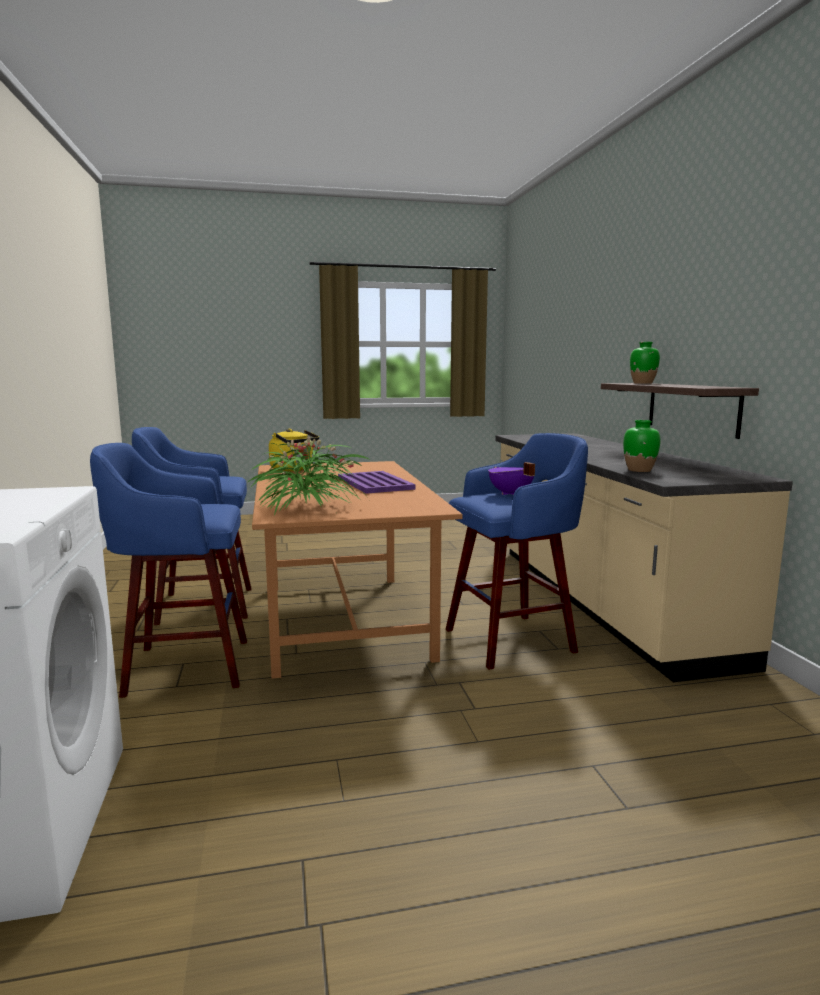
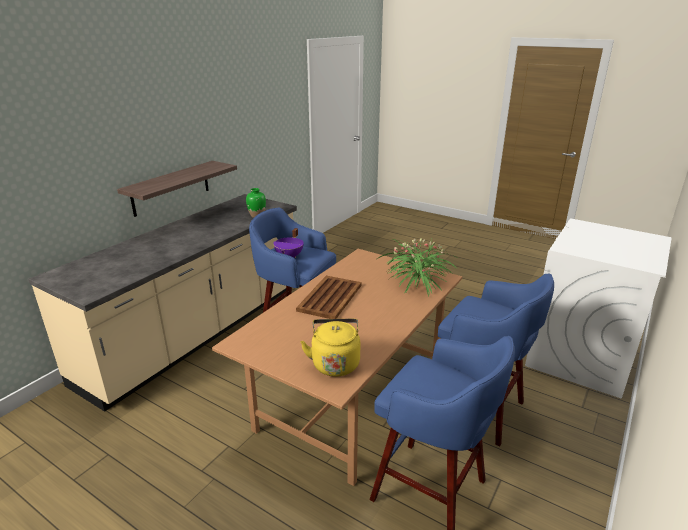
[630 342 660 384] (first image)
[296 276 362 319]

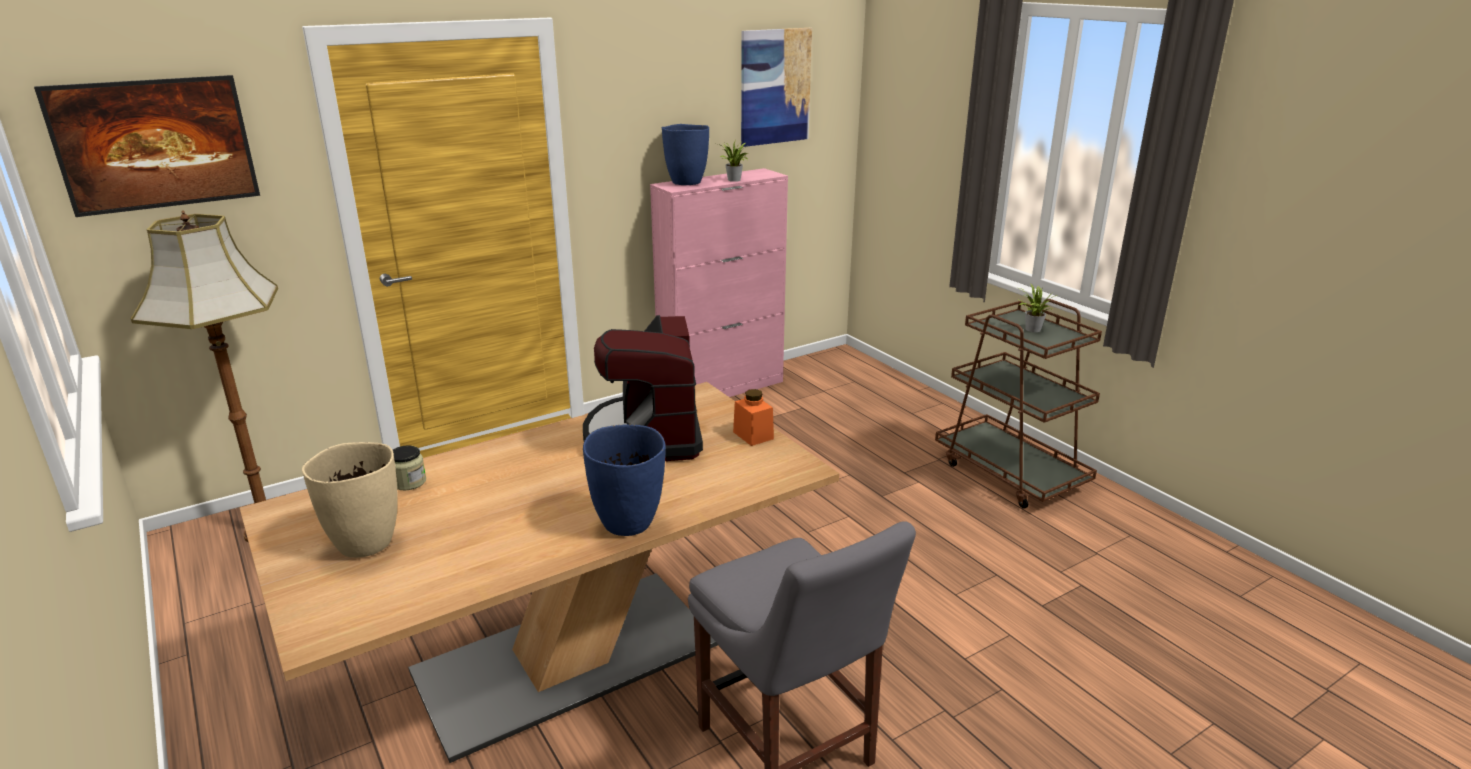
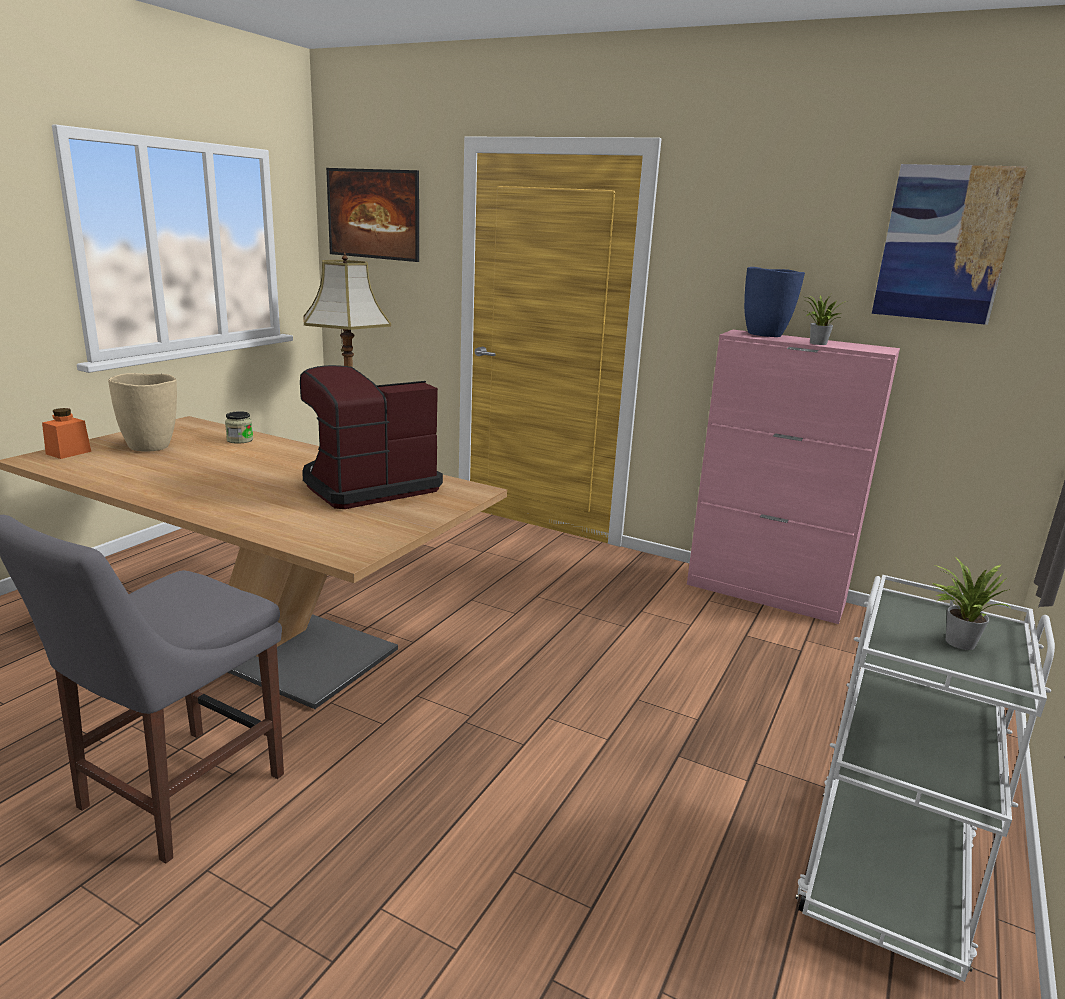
[795 575 1055 982]
[42 408 91 459]
[583 424 666 536] (first image)

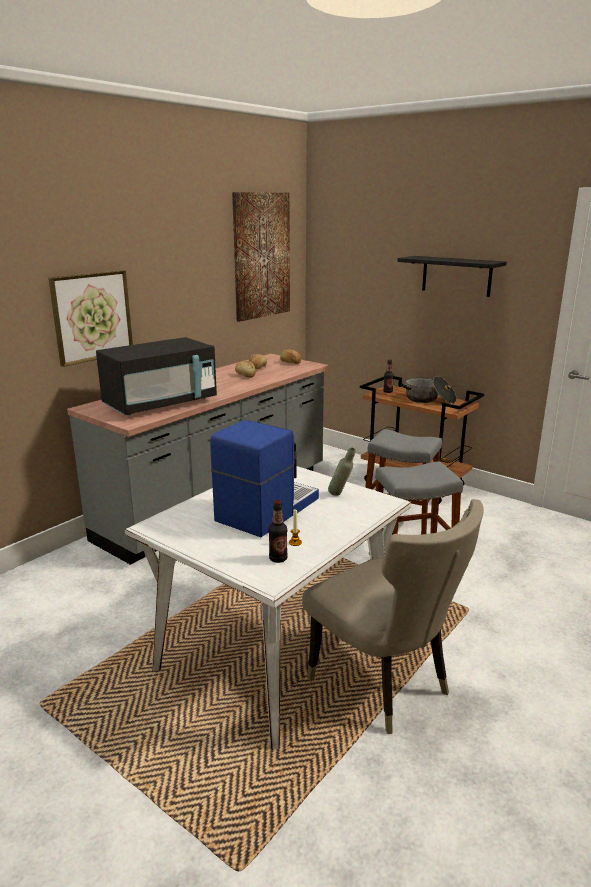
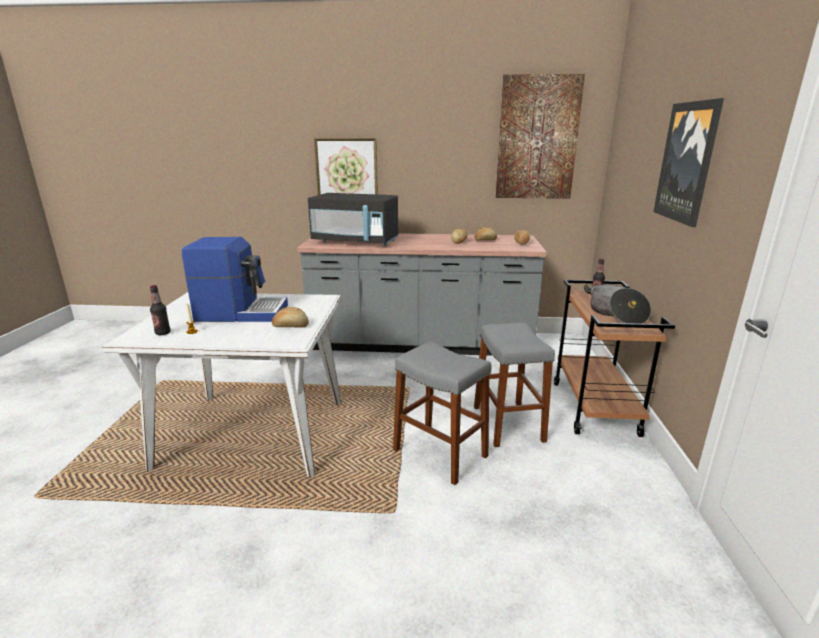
[653 98 724 227]
[272 307 309 328]
[302 499 484 734] (first image)

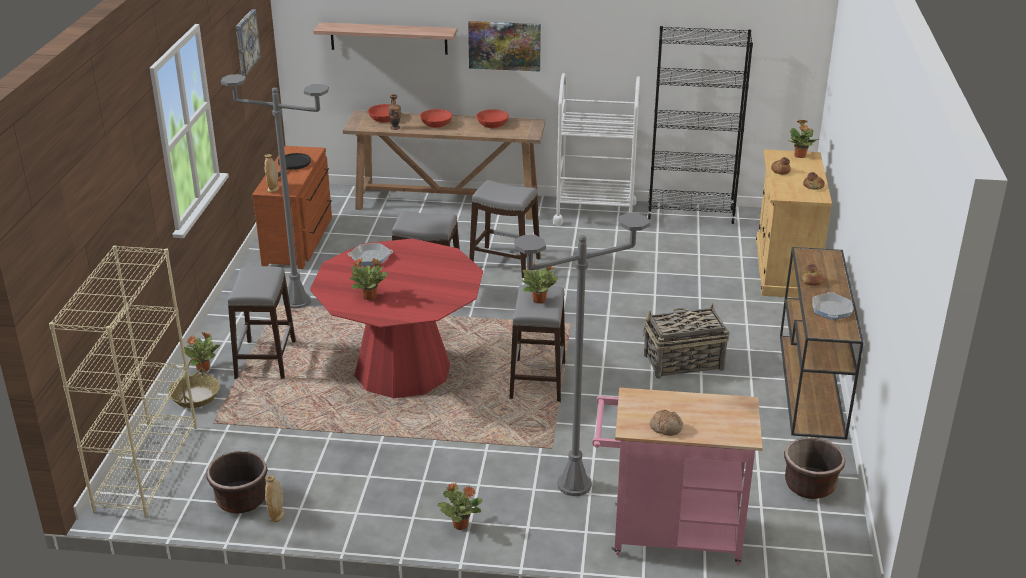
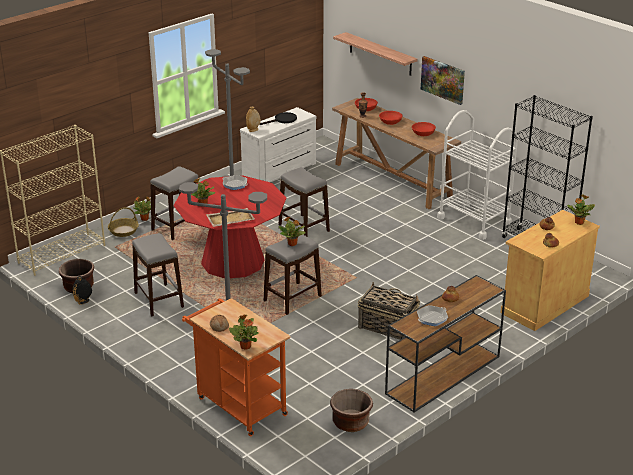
[236 9 261 76] (first image)
[240 107 317 182]
[132 233 184 317]
[182 298 291 437]
[73 276 92 305]
[229 314 259 350]
[206 208 255 227]

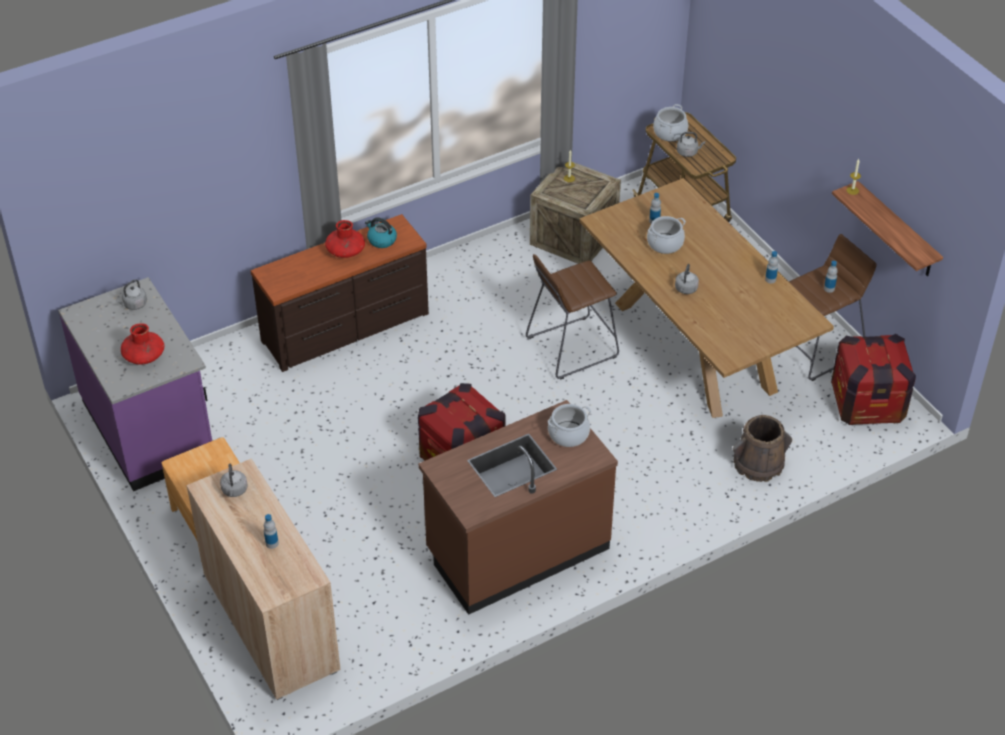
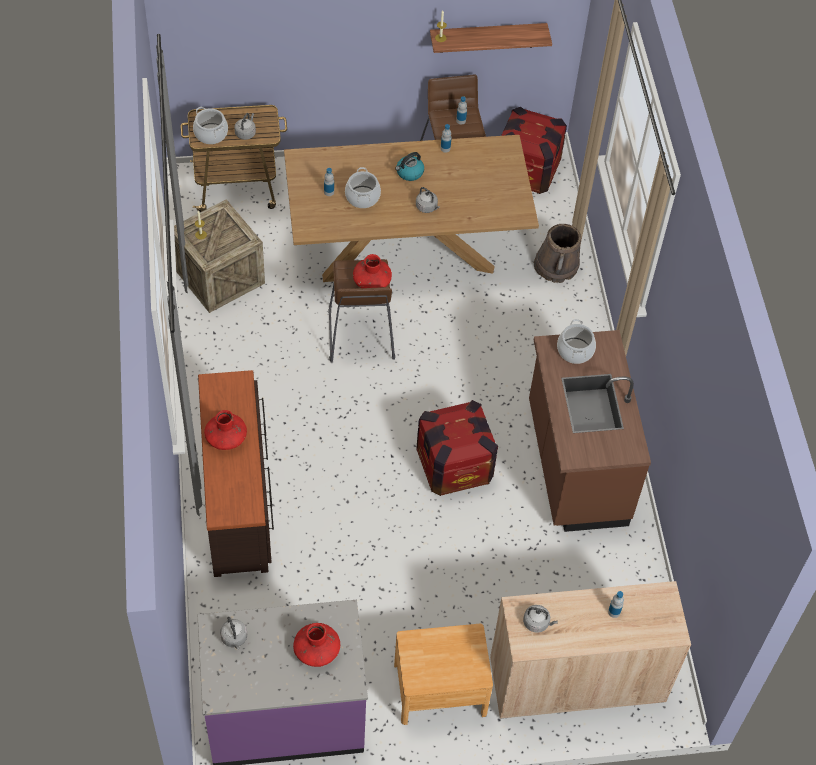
[395 152 424 181]
[353 254 392 288]

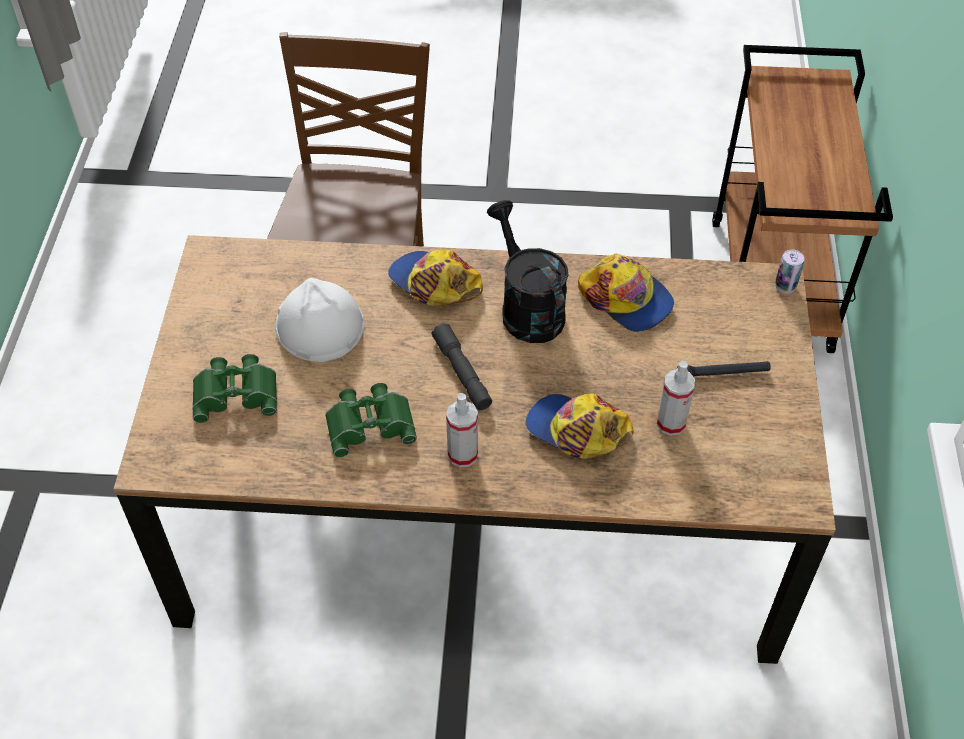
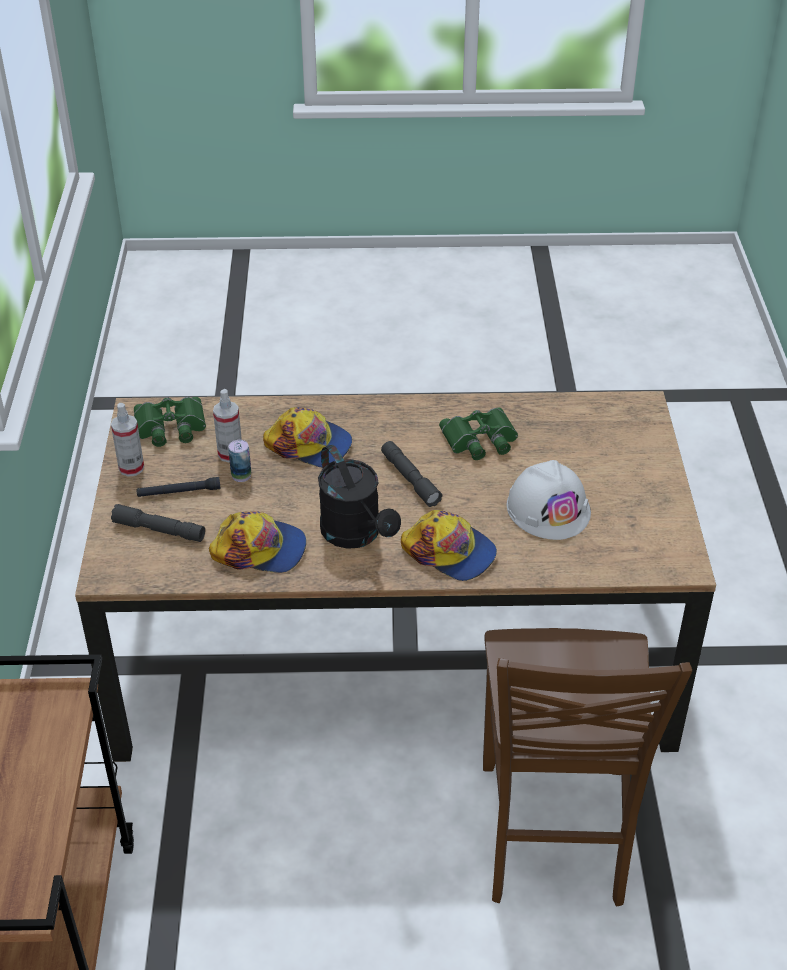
[228 440 251 482]
[209 511 306 573]
[134 397 206 447]
[111 403 144 477]
[111 504 205 542]

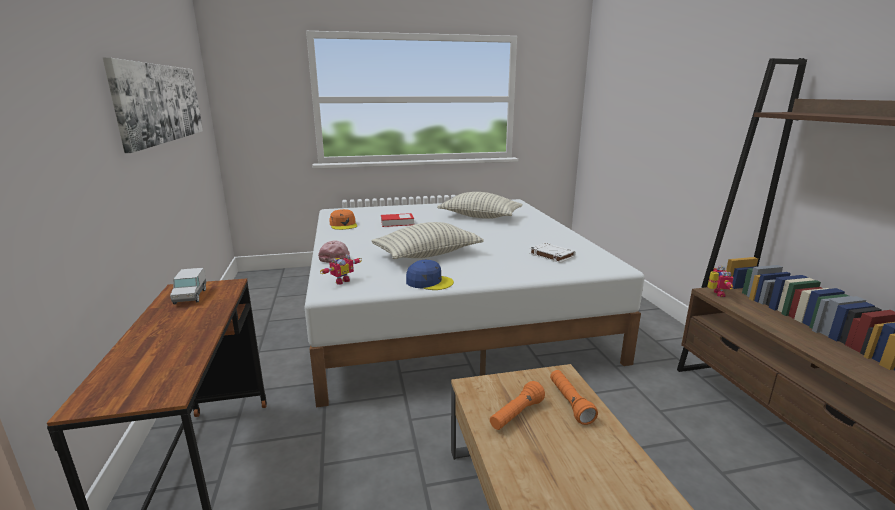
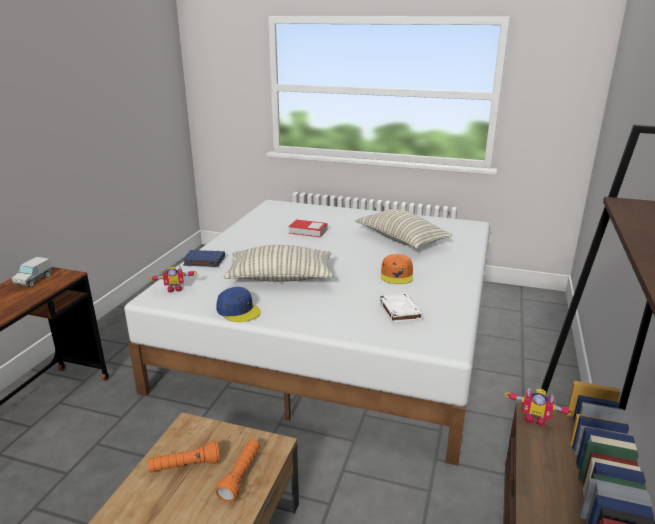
[103 58 203 153] (first image)
[381 254 413 284]
[182 250 225 267]
[504 388 575 427]

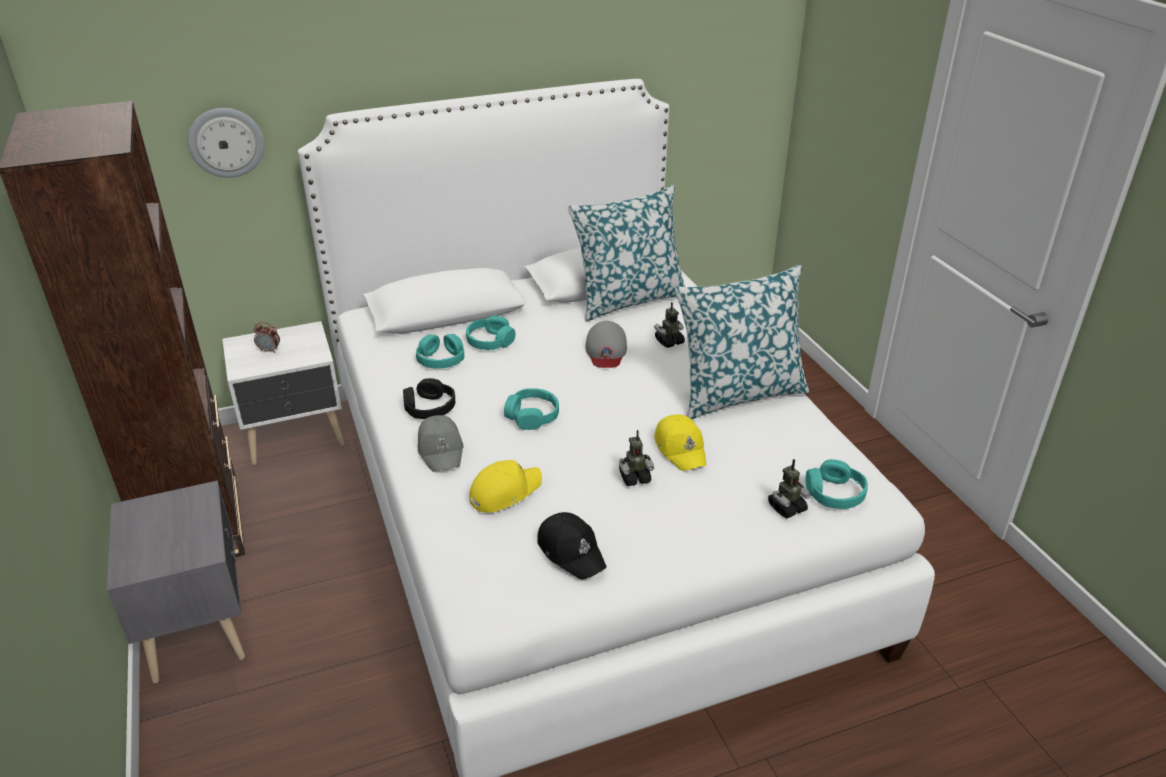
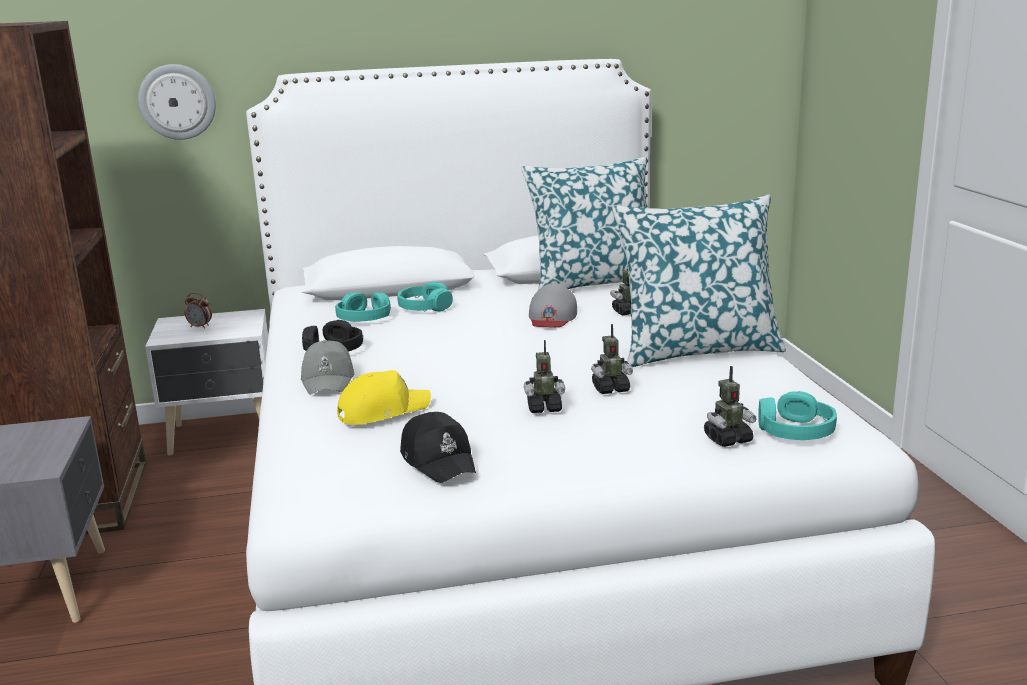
[504 388 559 430] (first image)
[591 324 633 394]

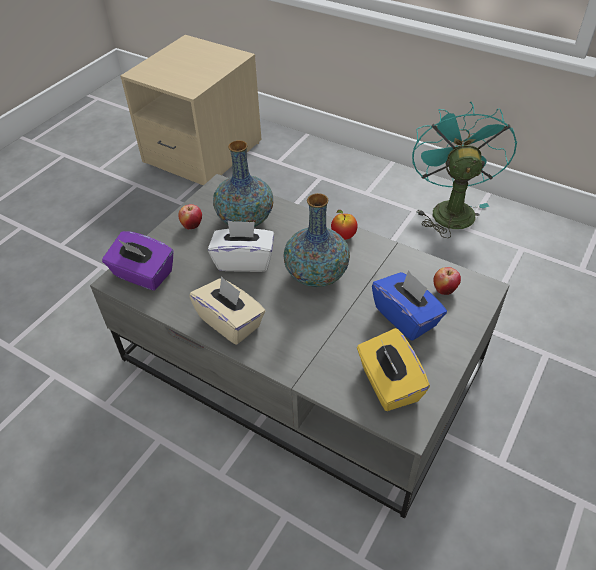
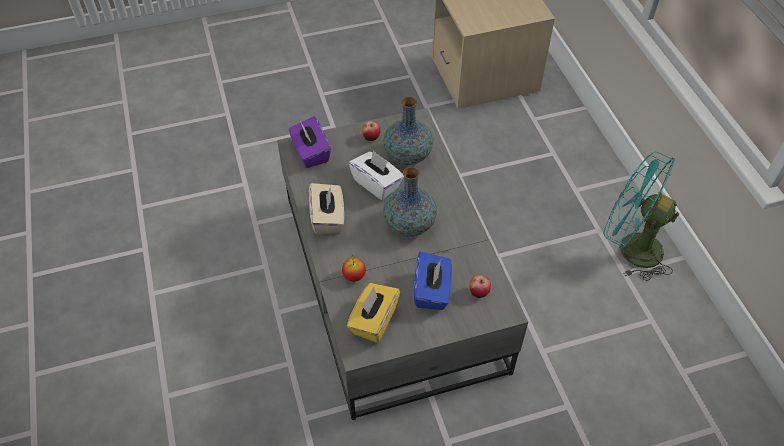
[603 152 679 281]
[342 255 366 282]

